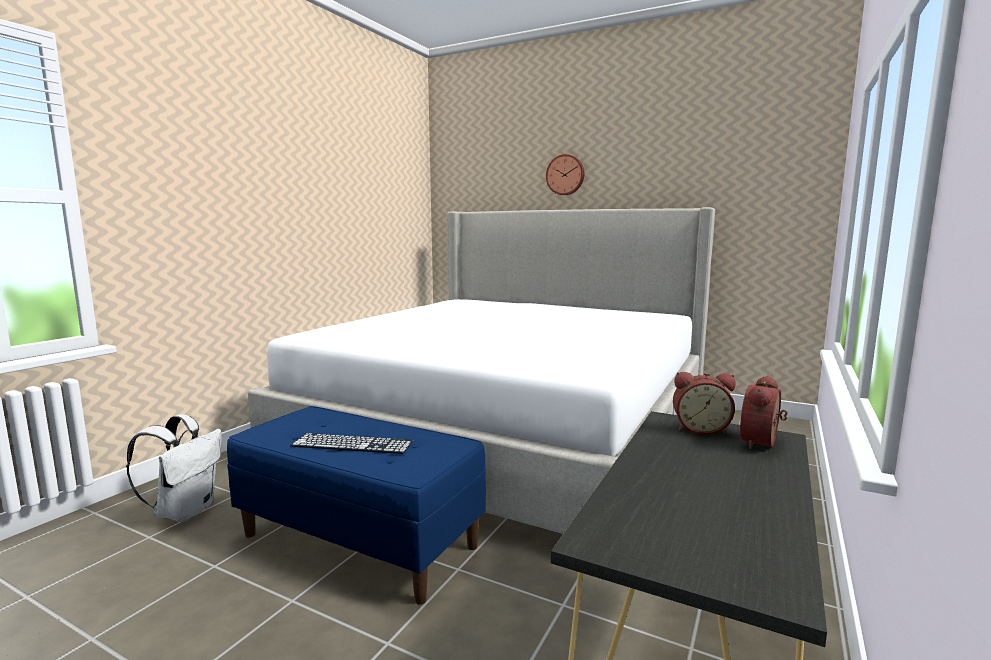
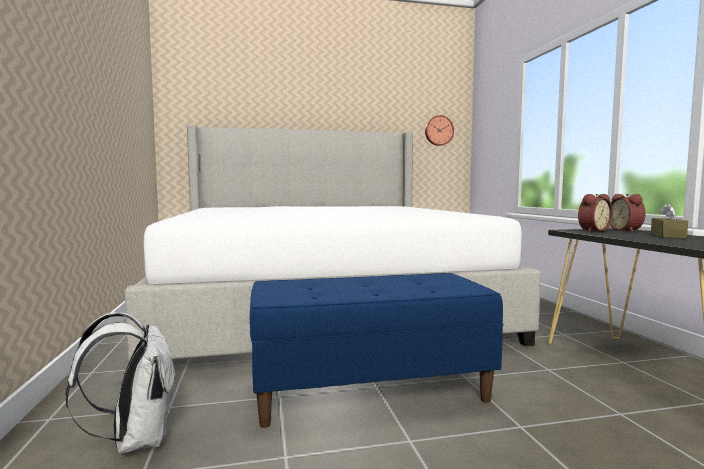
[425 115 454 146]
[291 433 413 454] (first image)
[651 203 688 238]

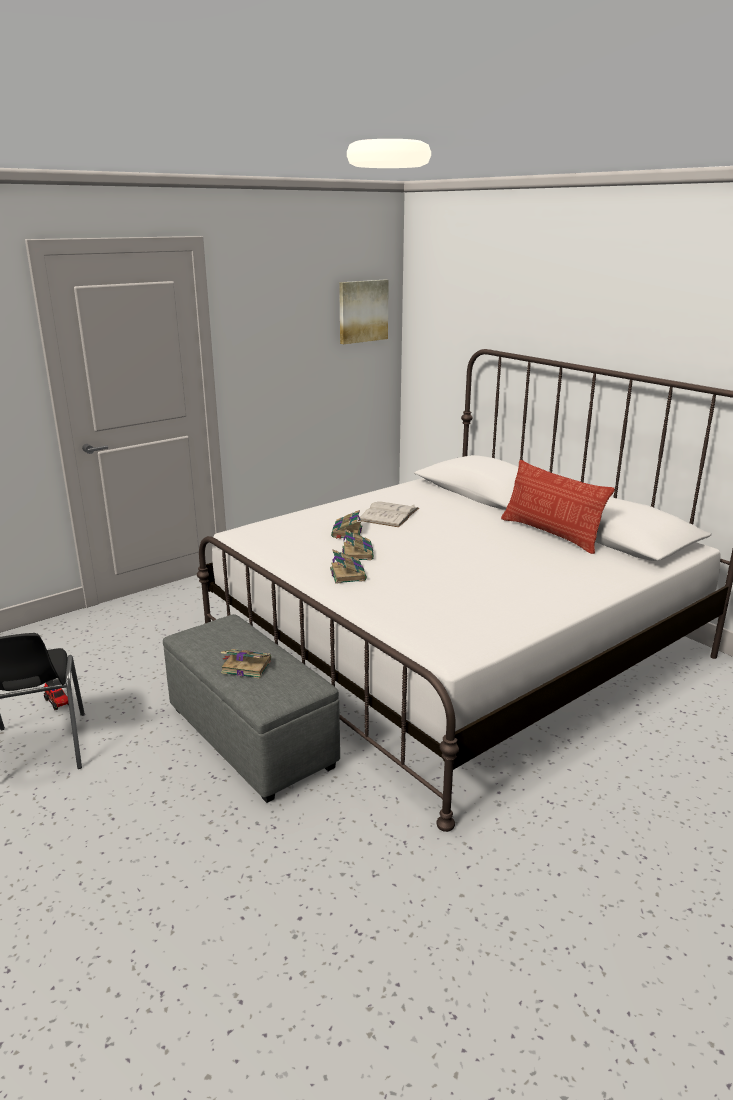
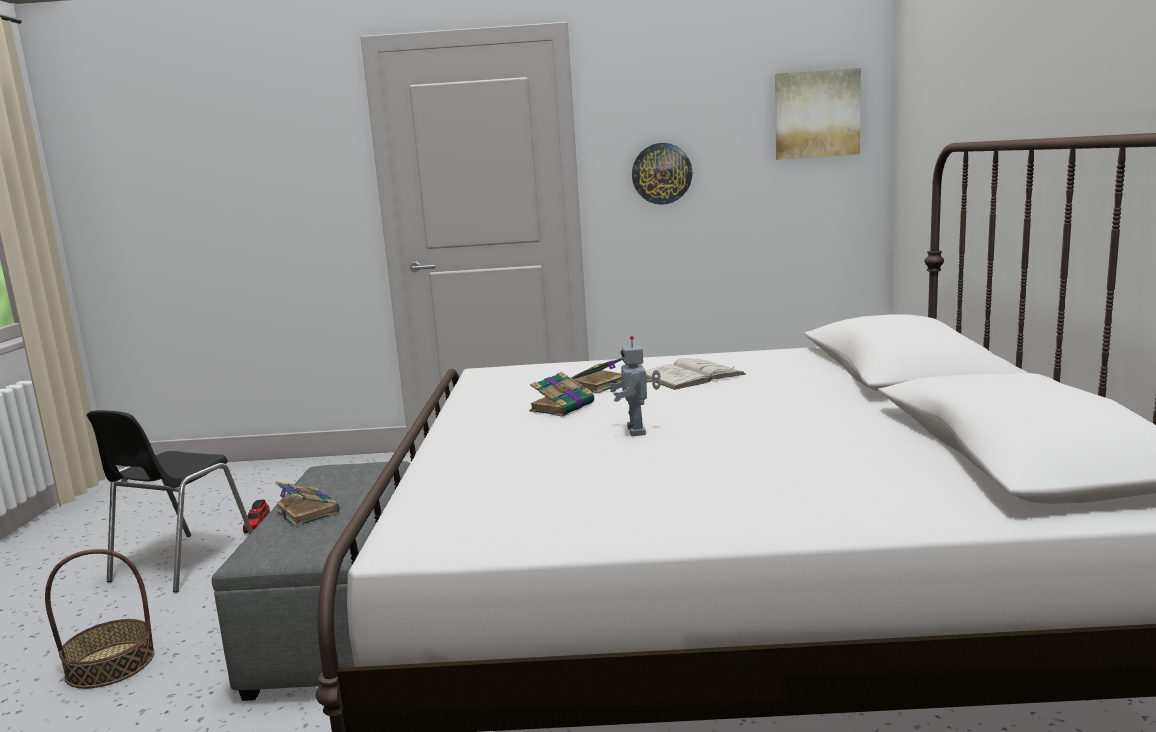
[501 460 615 554] (first image)
[330 550 367 584] (first image)
[632 143 692 205]
[610 336 661 436]
[45 549 155 689]

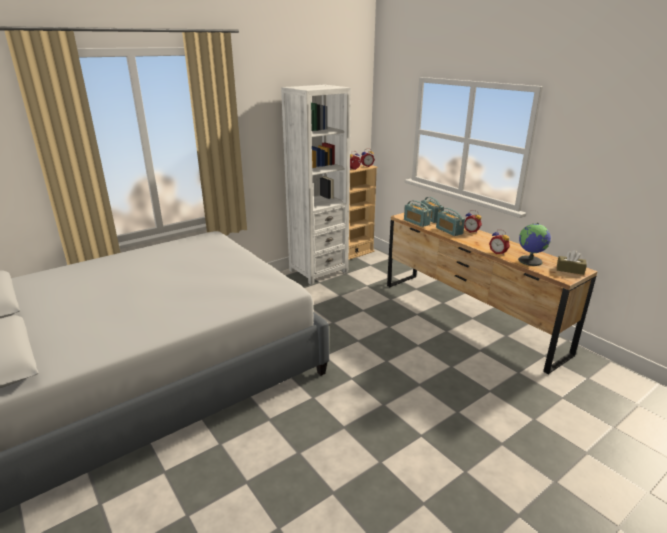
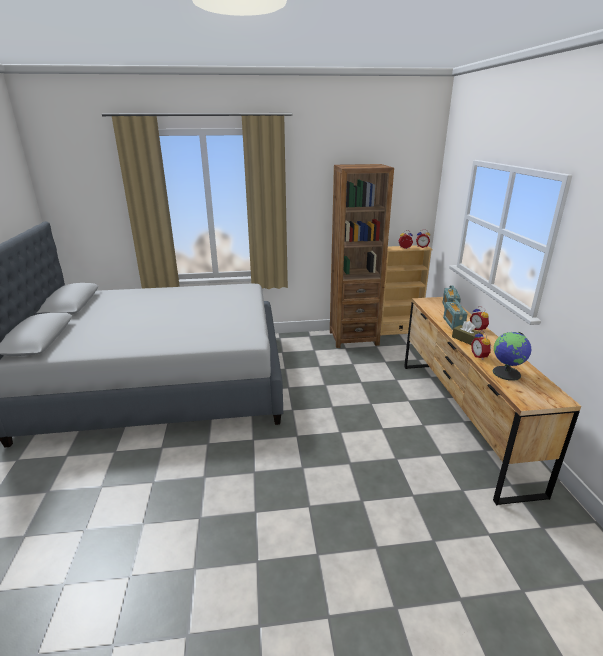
[330 164 394 348]
[404 200 431 227] (first image)
[452 321 481 345]

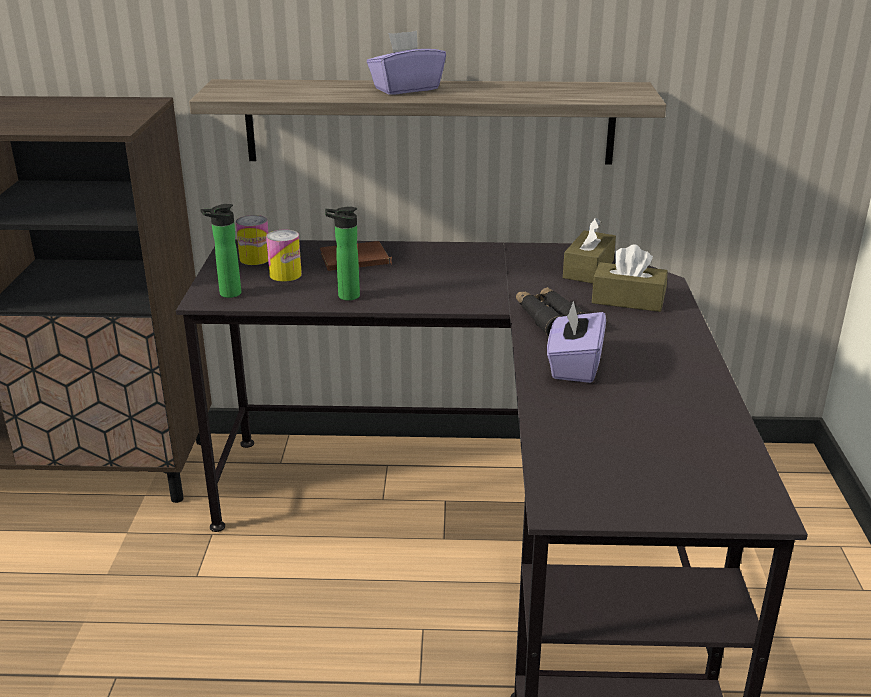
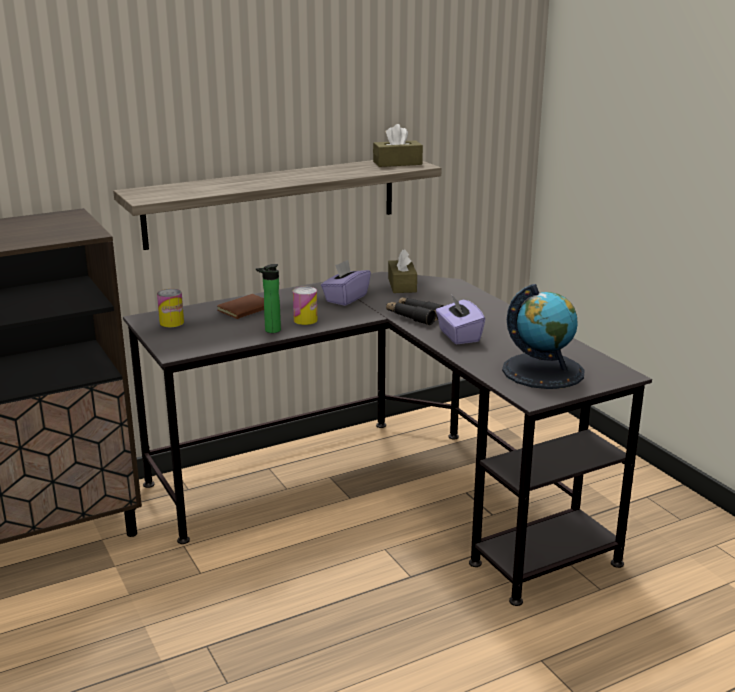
[321 260 371 306]
[200 204 241 298] (first image)
[293 287 317 325]
[373 124 423 167]
[502 284 585 389]

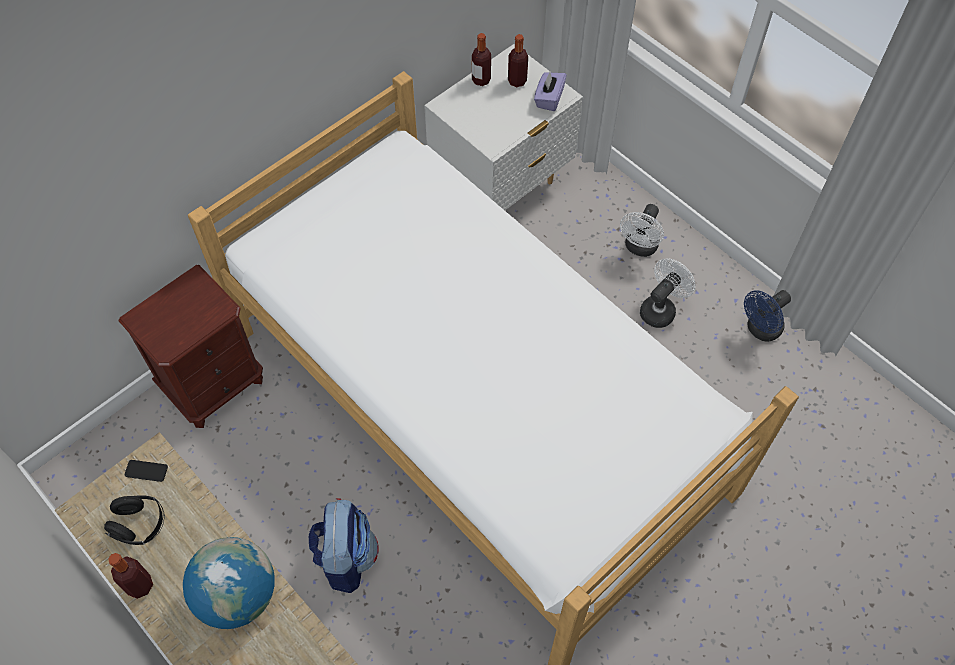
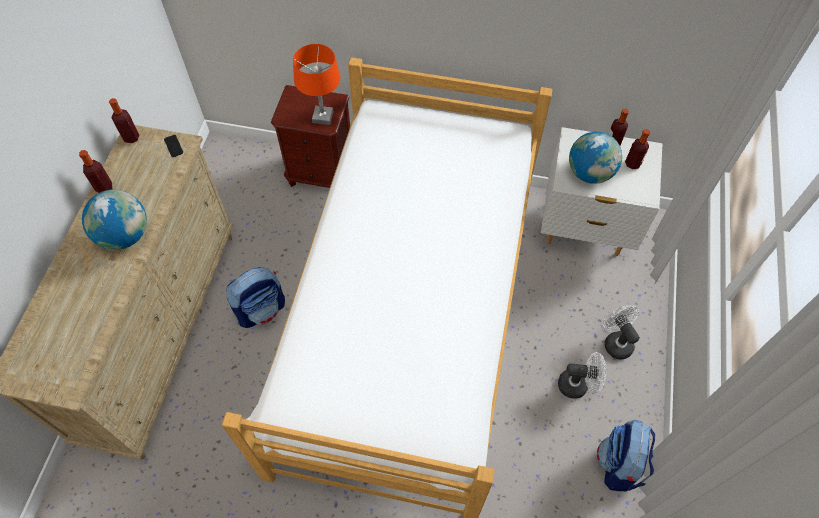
[534 72 567 111] (first image)
[602 305 640 360]
[597 420 655 491]
[104 495 165 545] (first image)
[293 44 340 125]
[109 98 140 144]
[569 131 622 184]

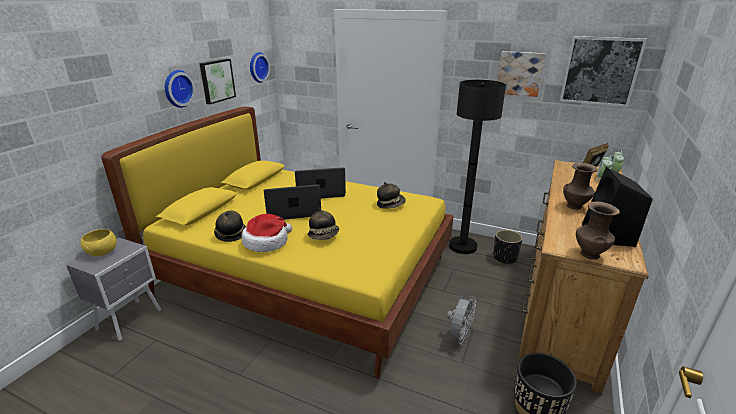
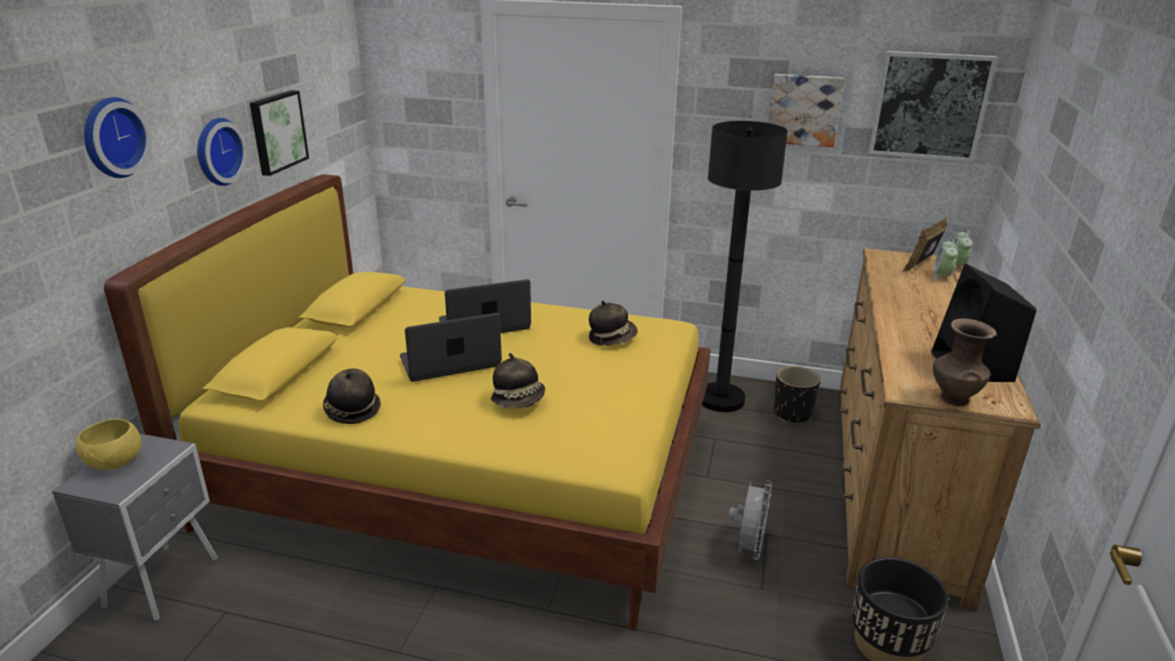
[84 97 151 178]
[563 163 598 210] (first image)
[242 214 292 252] (first image)

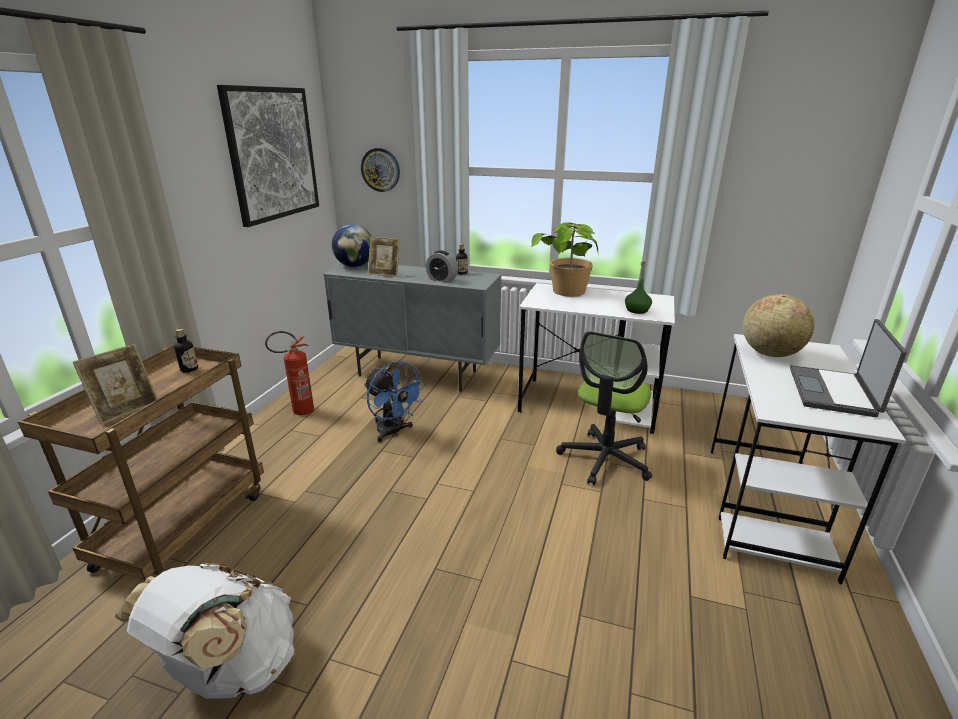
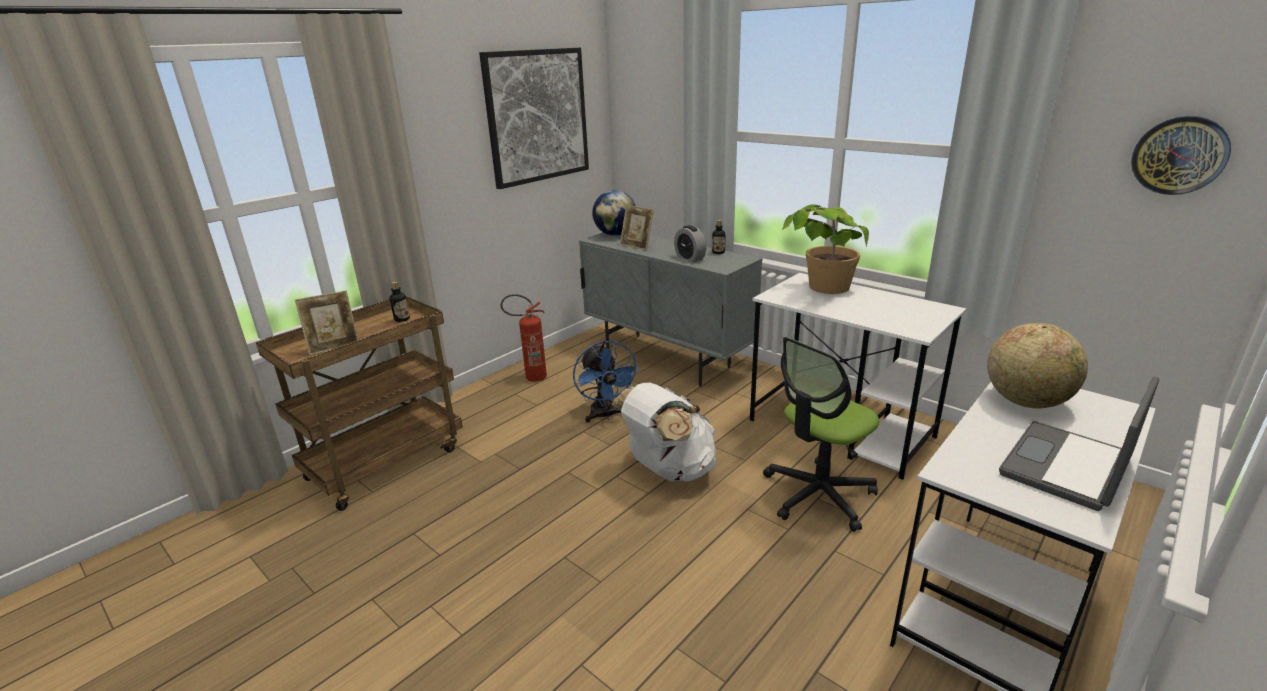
[1131 116 1231 195]
[625 261 652 314] (first image)
[611 383 716 482]

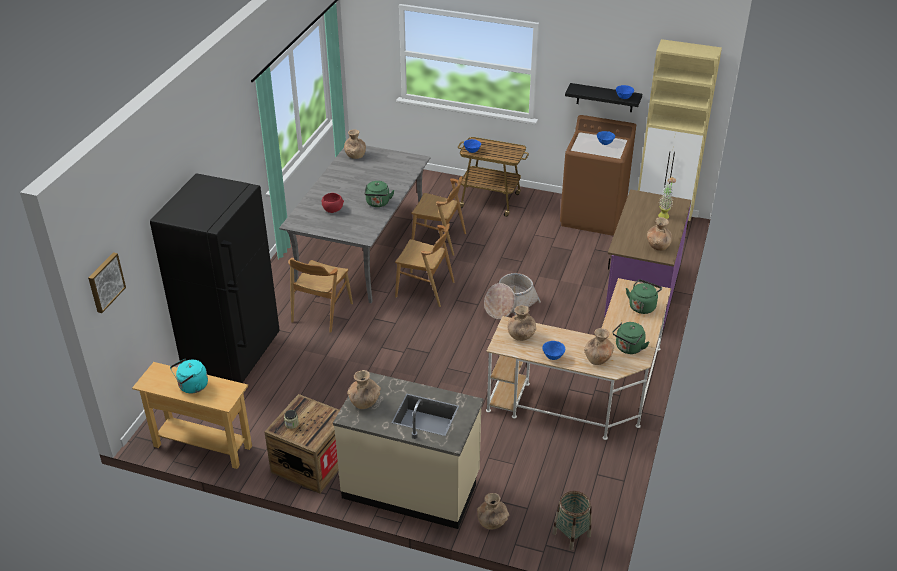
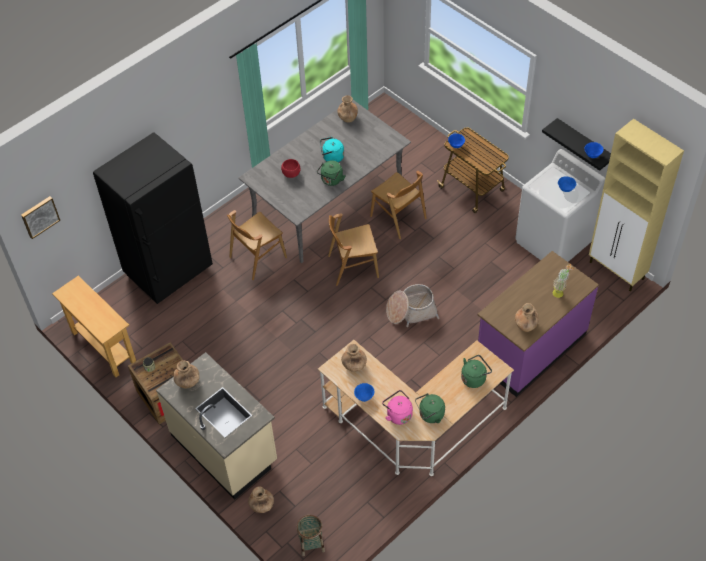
[515 149 605 262]
[328 213 379 286]
[382 390 413 425]
[320 137 344 162]

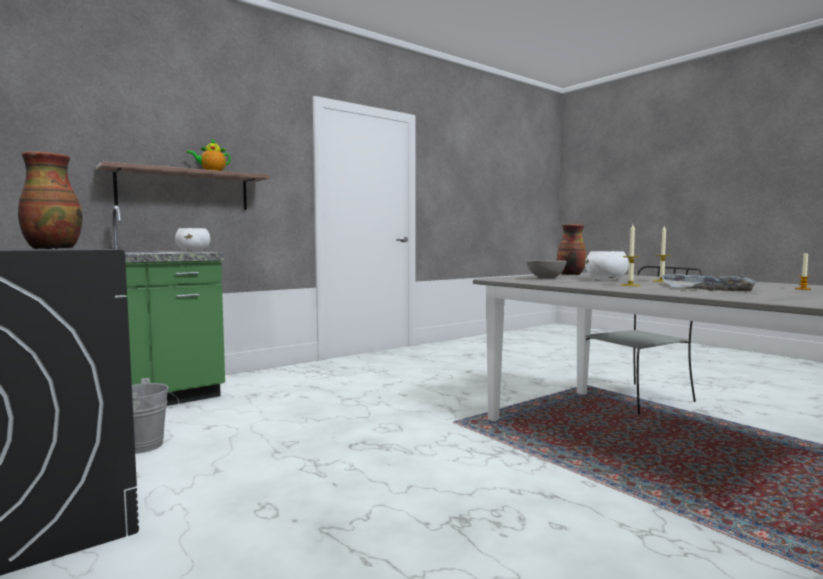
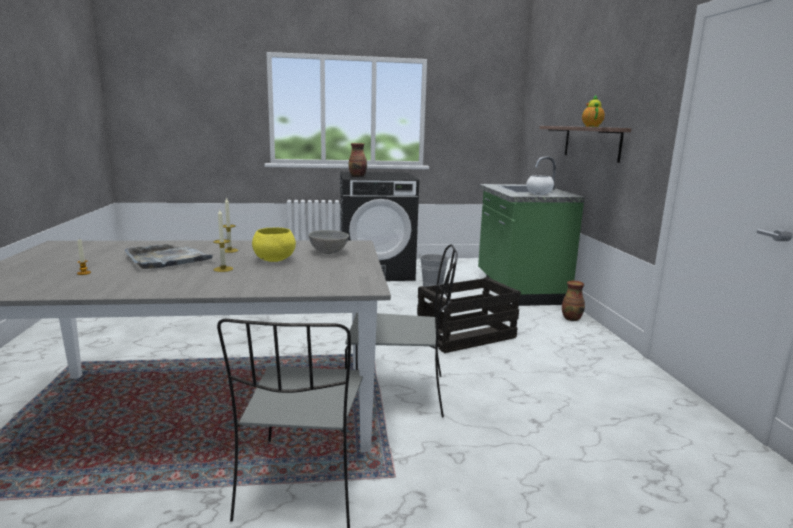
[562 281 585 321]
[252 228 296 262]
[345 244 458 418]
[417 277 521 353]

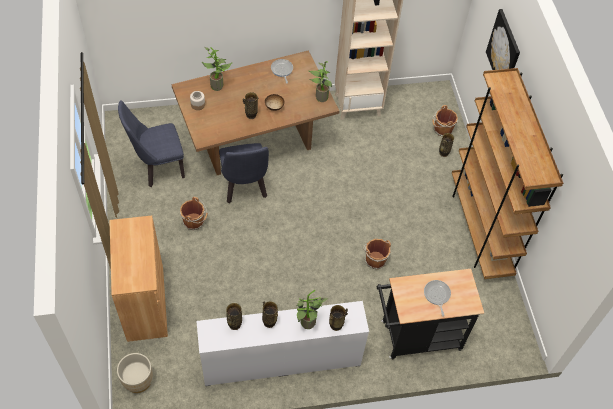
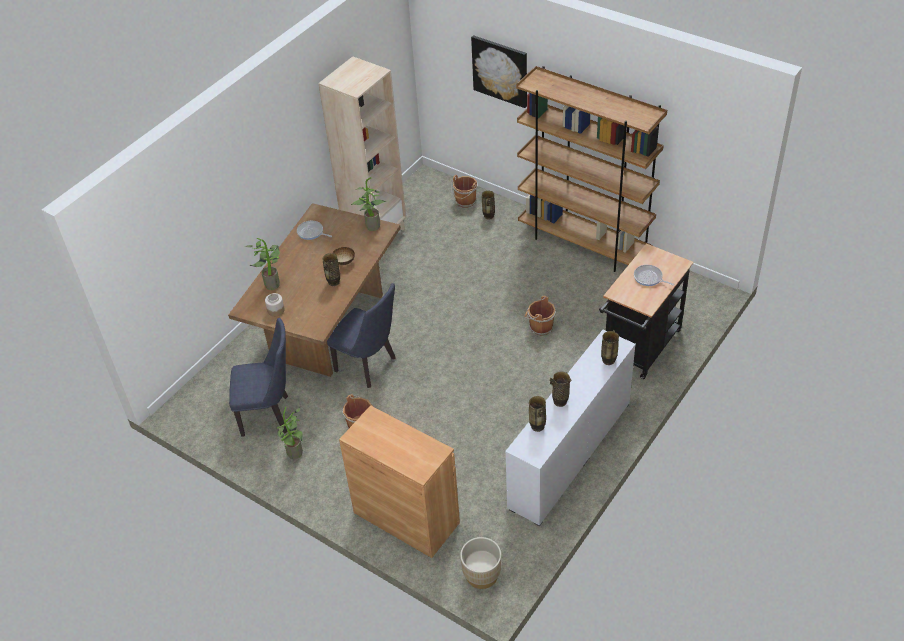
[229 318 288 437]
[277 407 303 459]

